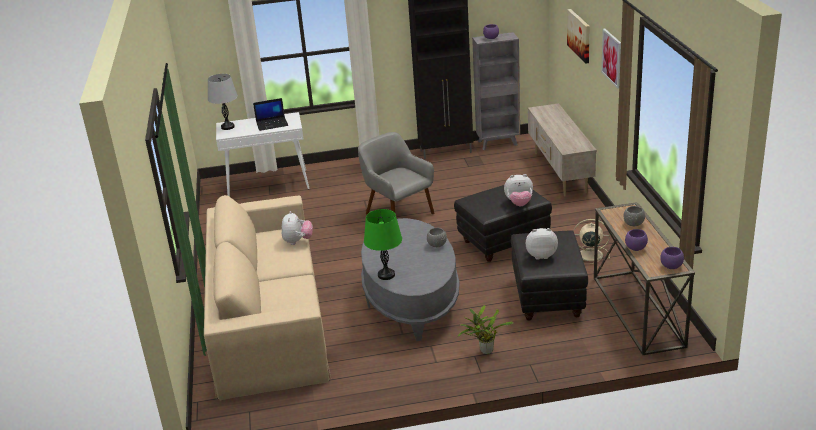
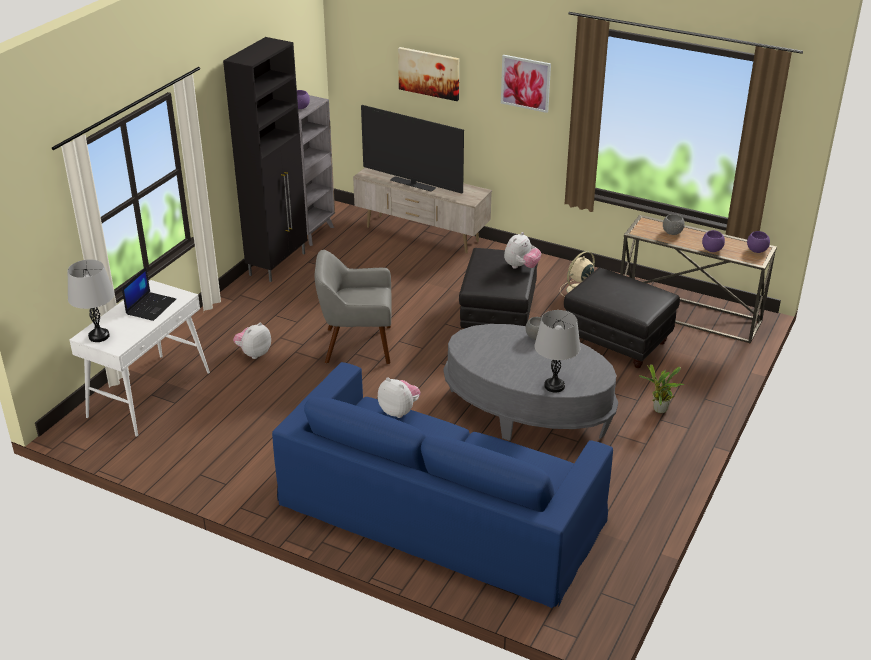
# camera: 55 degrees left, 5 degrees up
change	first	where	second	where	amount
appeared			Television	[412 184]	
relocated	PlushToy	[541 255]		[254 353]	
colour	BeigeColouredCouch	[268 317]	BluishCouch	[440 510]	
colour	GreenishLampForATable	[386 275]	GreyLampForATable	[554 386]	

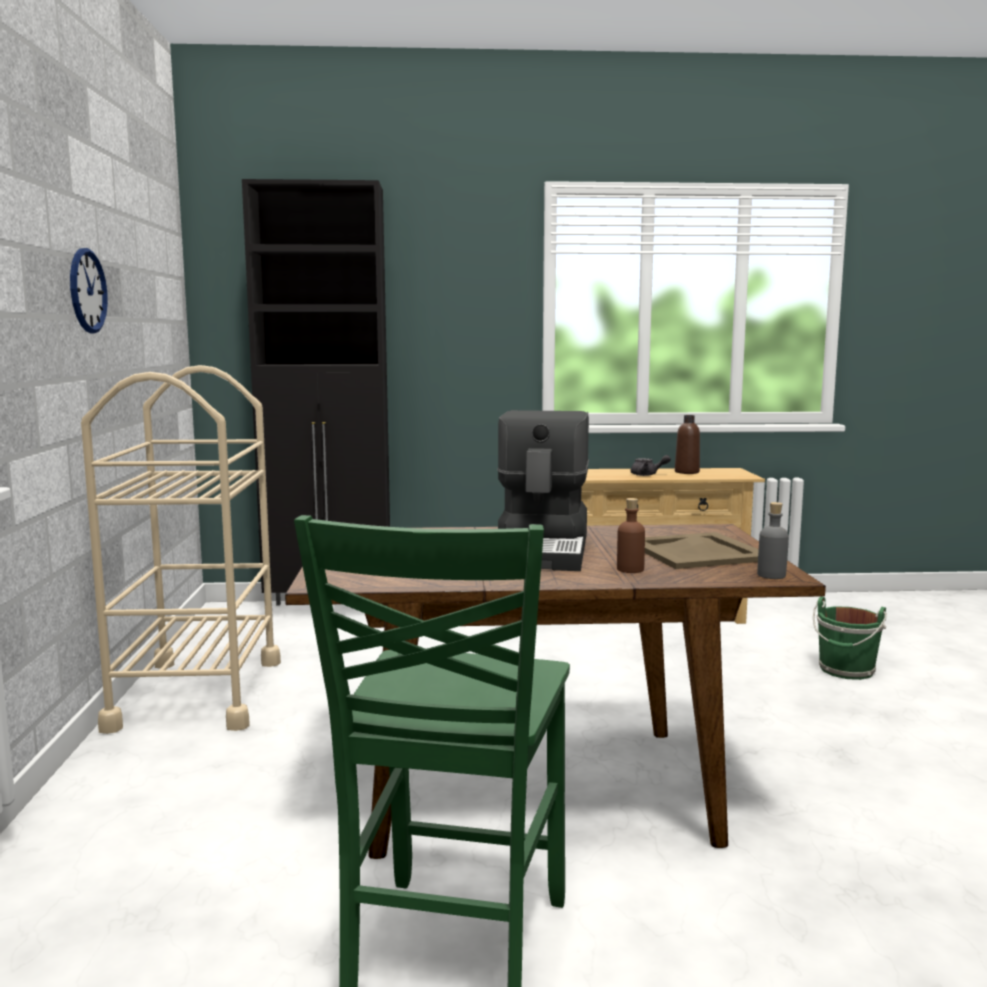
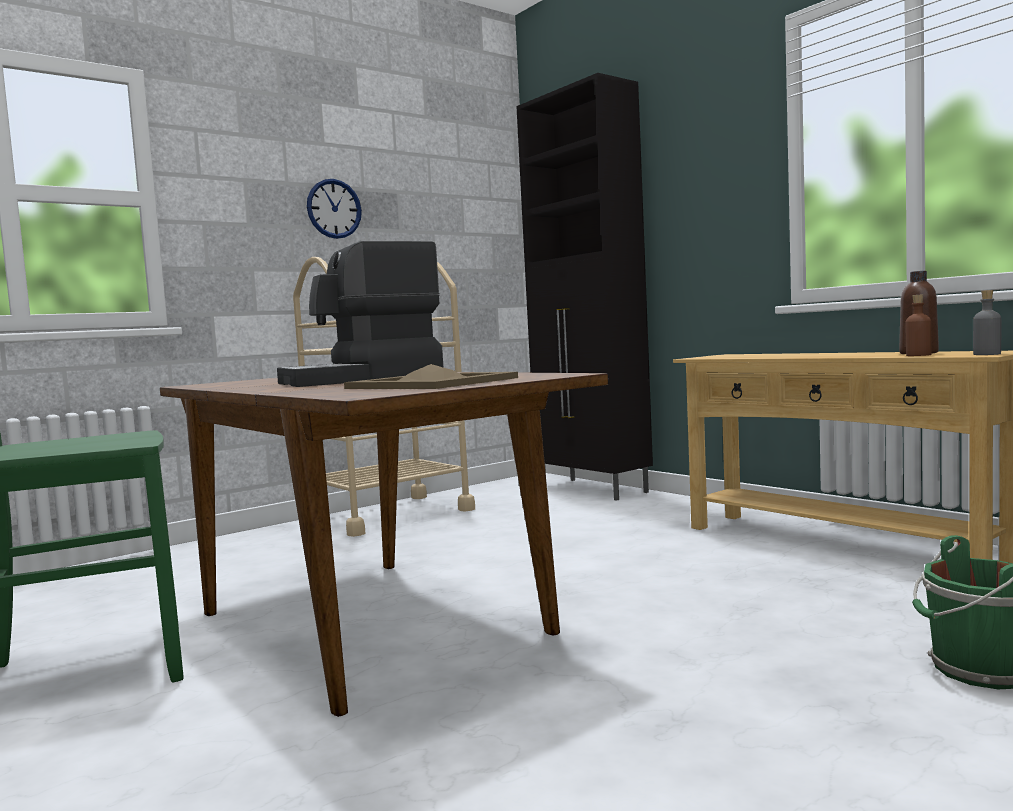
# camera: 55 degrees right, 5 degrees down
change	first	where	second	where	amount
missing	GreyTeapot	[647 475]			
relocated	BrownBeverageBottle	[630 569]		[918 355]	
relocated	GreyBeverageBottle	[771 575]		[987 354]	

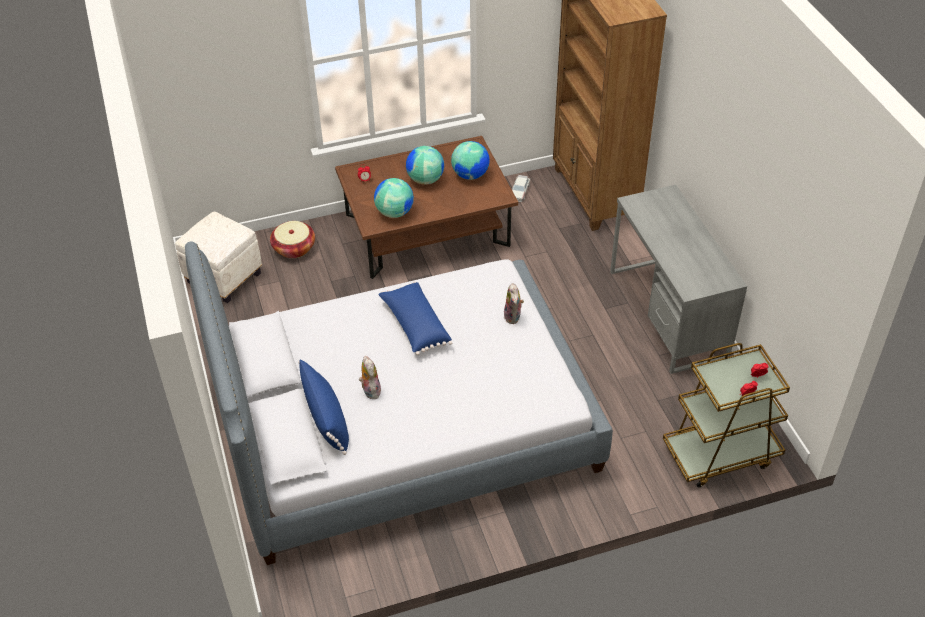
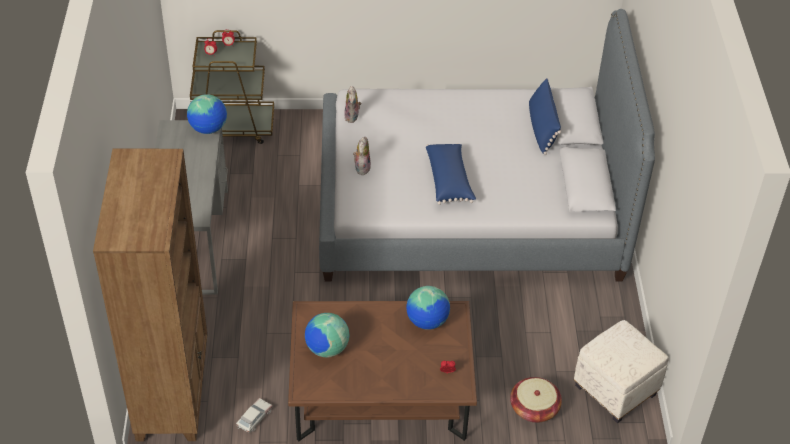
# camera: 165 degrees left, 0 degrees up
change	first	where	second	where	amount
relocated	PlushToy	[370 390]		[352 117]	
relocated	WorldGlobe	[425 180]		[208 129]	

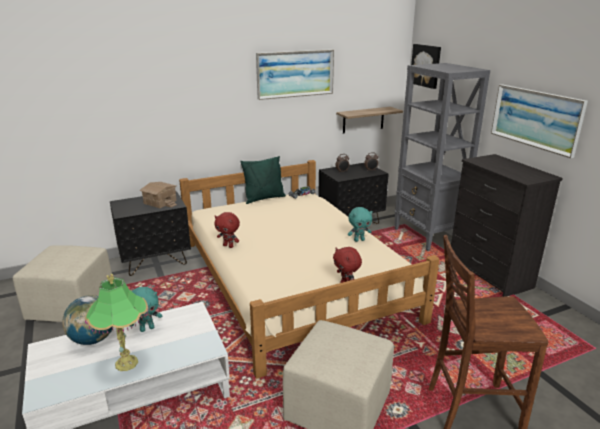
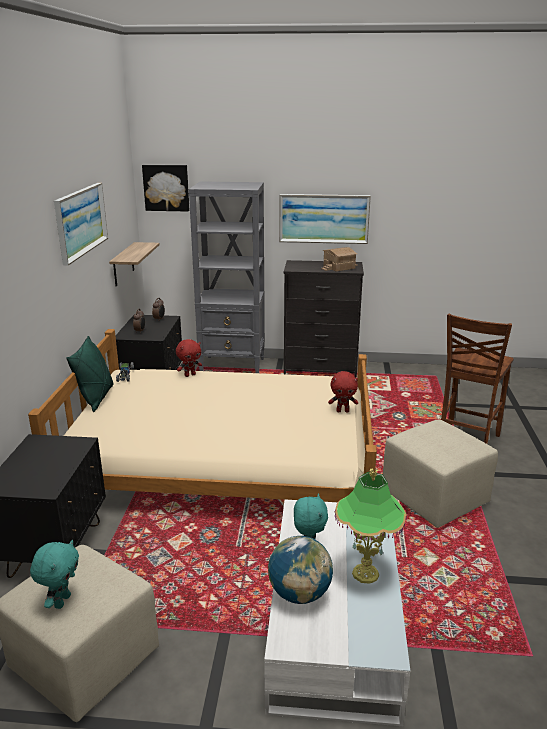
# camera: 60 degrees left, 0 degrees up
change	first	where	second	where	amount
relocated	ModelHouse	[159 202]		[339 267]	
relocated	RedPlushToy	[228 246]		[190 375]	
relocated	BlueGreenPlushToy	[359 240]		[61 601]	

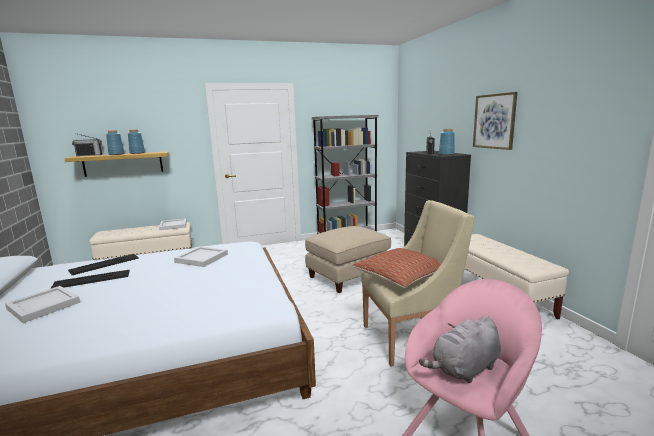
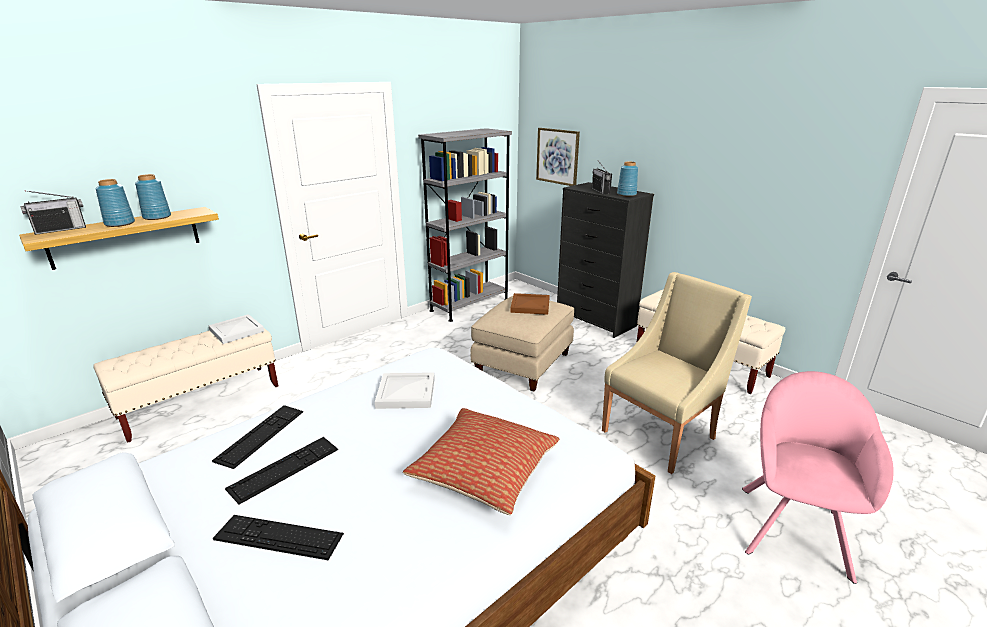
# camera: 25 degrees left, 10 degrees up
change	first	where	second	where	amount
missing	GreyPlushToy	[464 369]			
appeared			BrownServingTray	[531 305]	
relocated	ThrowPillow	[400 277]		[483 471]	
relocated	Picture	[494 121]		[557 156]	
exchanged	WhitishServingTray	[43 306]	ComputerKeyboard	[279 536]	

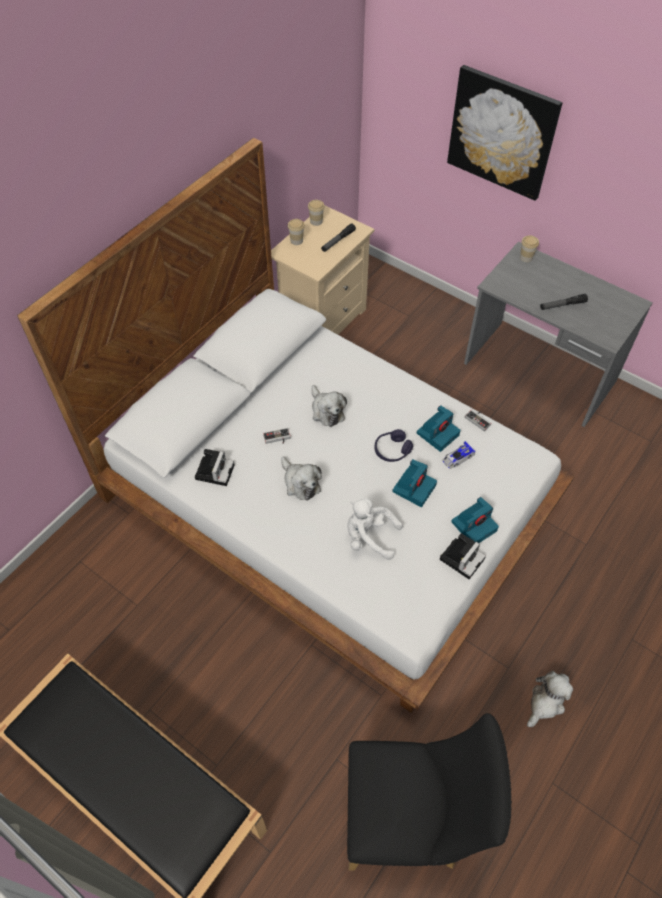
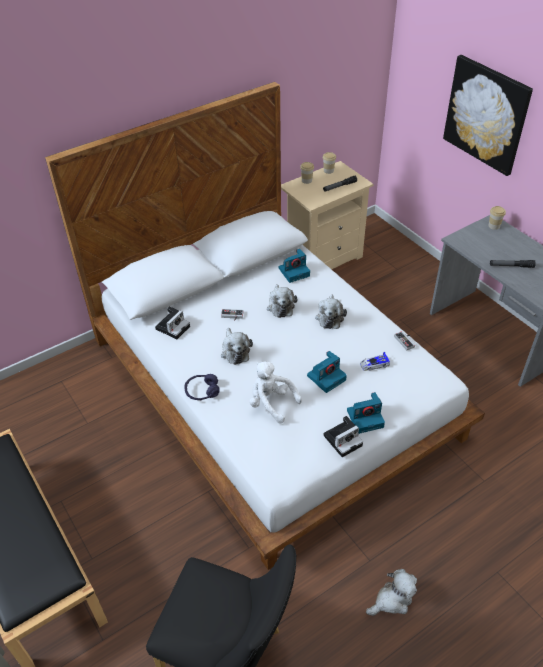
# camera: 20 degrees right, 10 degrees down
change	first	where	second	where	amount
appeared			PlushToy	[330 317]	
relocated	PurpleColouredHeadset	[392 450]		[202 391]	
relocated	PhotoCamera	[438 433]		[294 271]	

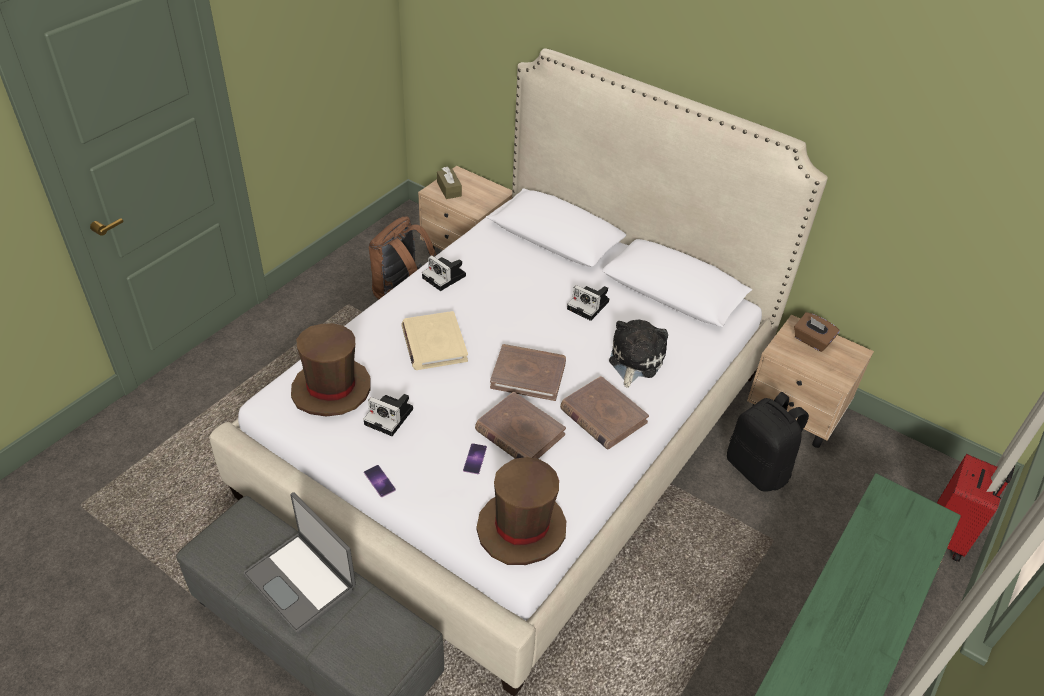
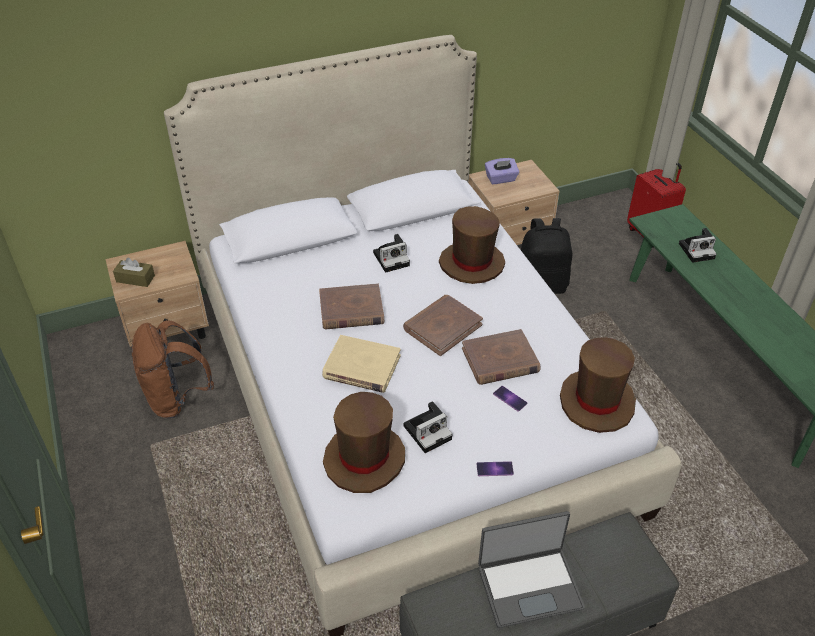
# camera: 55 degrees left, 0 degrees up
change	first	where	second	where	amount
relocated	PhotoCamera	[445 277]		[697 250]	
relocated	BrownVolume	[602 416]		[351 310]	
exchanged	PlushToy	[634 360]	BrownWearableHat	[471 264]	
colour	BrownTissueBox	[812 341]	PurpleColouredTissueBox	[501 179]	

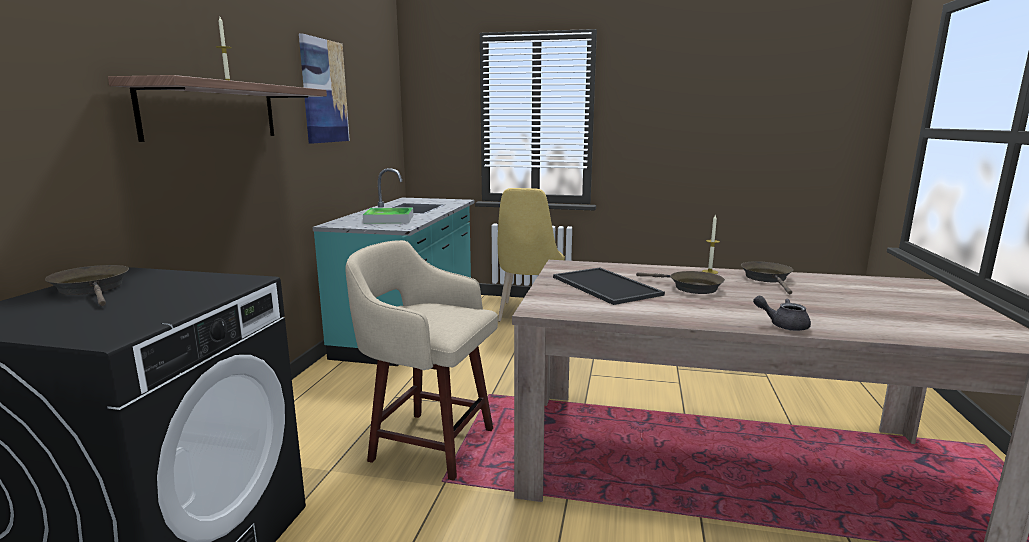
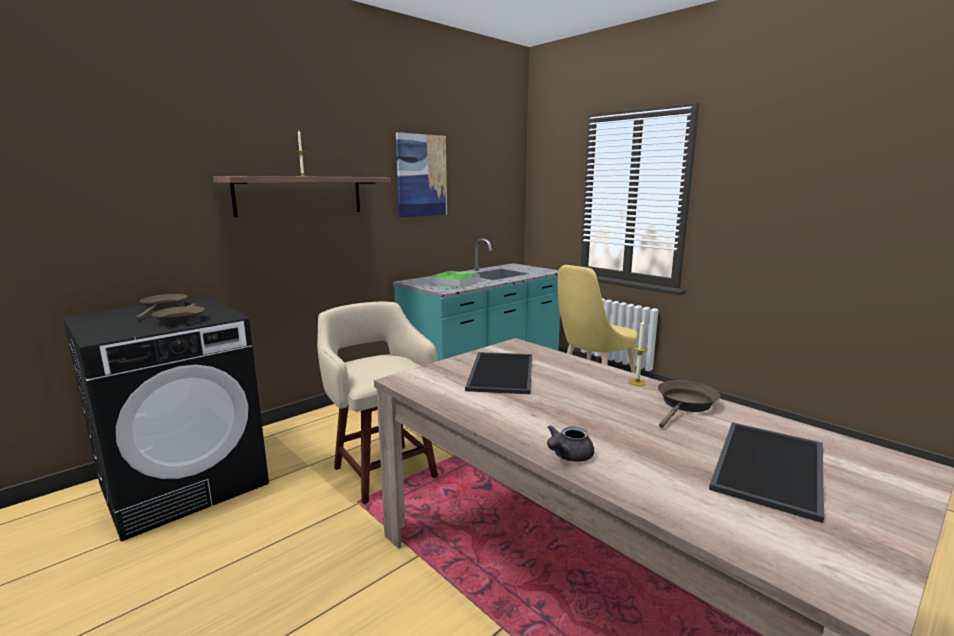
# camera: 35 degrees right, 0 degrees up
change	first	where	second	where	amount
appeared			ServingTray	[772 468]	
relocated	BrownFryingPan	[690 287]		[181 319]	
spun	GreyTeapot	[783 325]		[568 456]	105 degrees counterclockwise

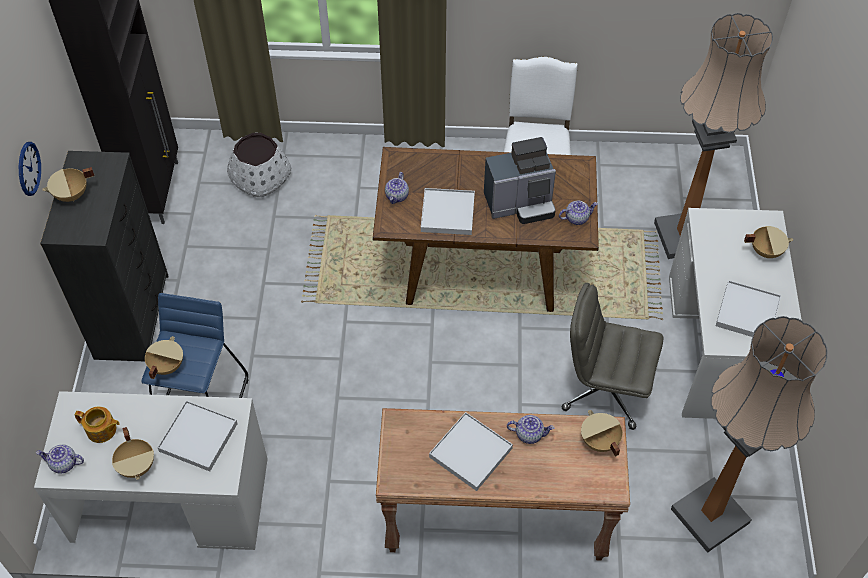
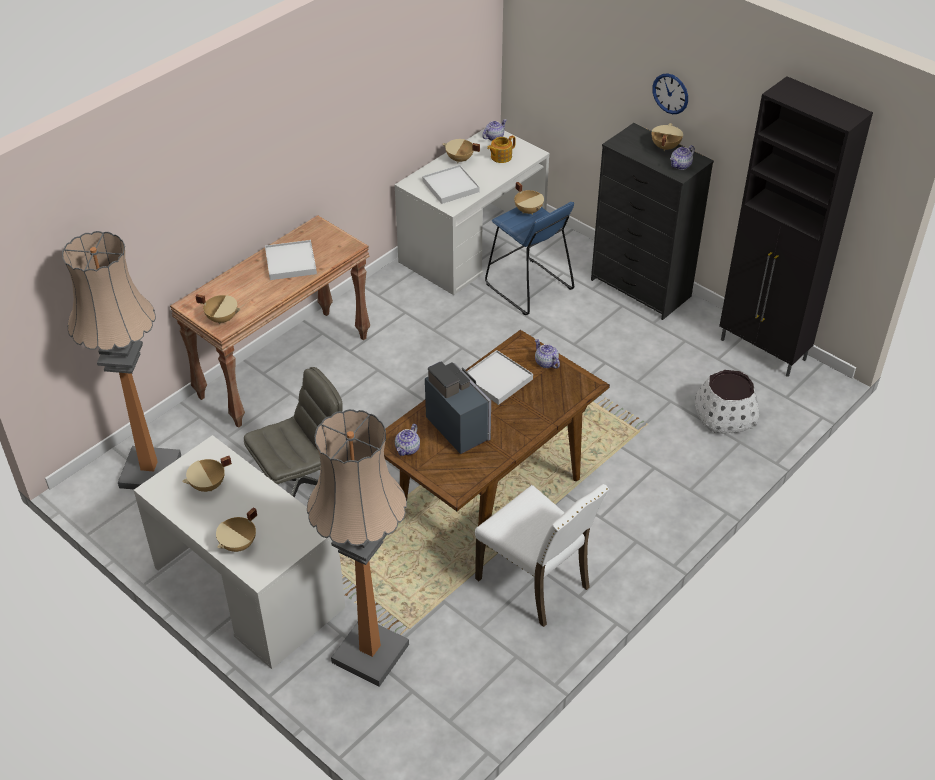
# camera: 130 degrees right, 10 degrees down
change	first	where	second	where	amount
relocated	Teapot	[529 434]		[680 165]	
exchanged	WhitishServingTray	[747 312]	BeigeColouredStockpot	[208 486]	
spun	CoffeeBrewer	[520 204]		[459 426]	120 degrees clockwise

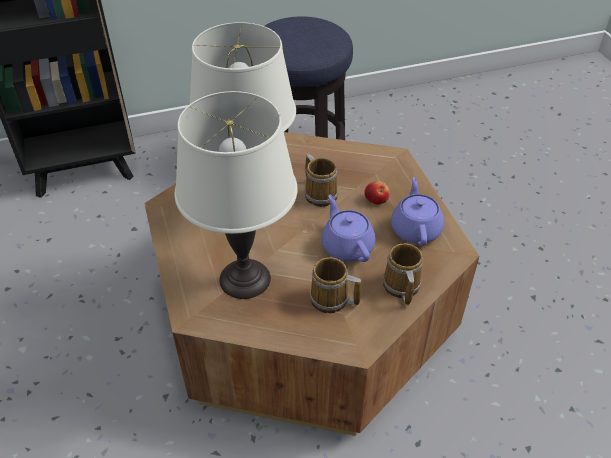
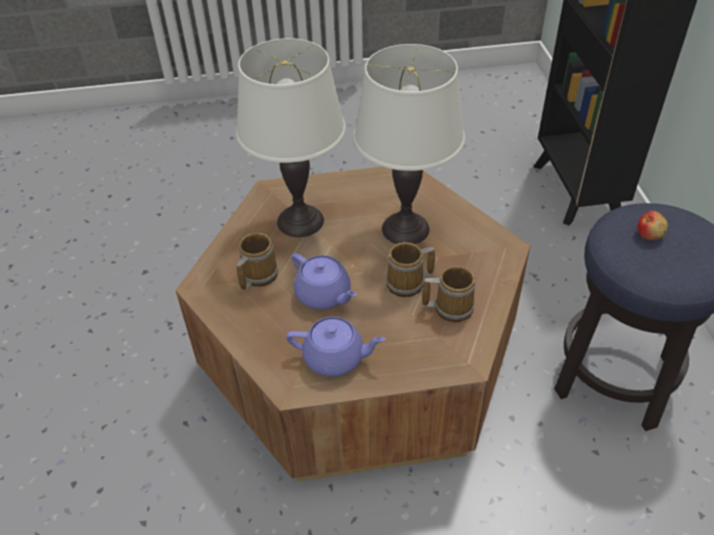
# camera: 100 degrees right, 0 degrees up
change	first	where	second	where	amount
relocated	AppleFruit	[376 199]		[649 234]	
relocated	TeaMug	[400 286]		[450 307]	
spun	PurpleColouredTeapot	[347 245]		[324 295]	60 degrees clockwise

